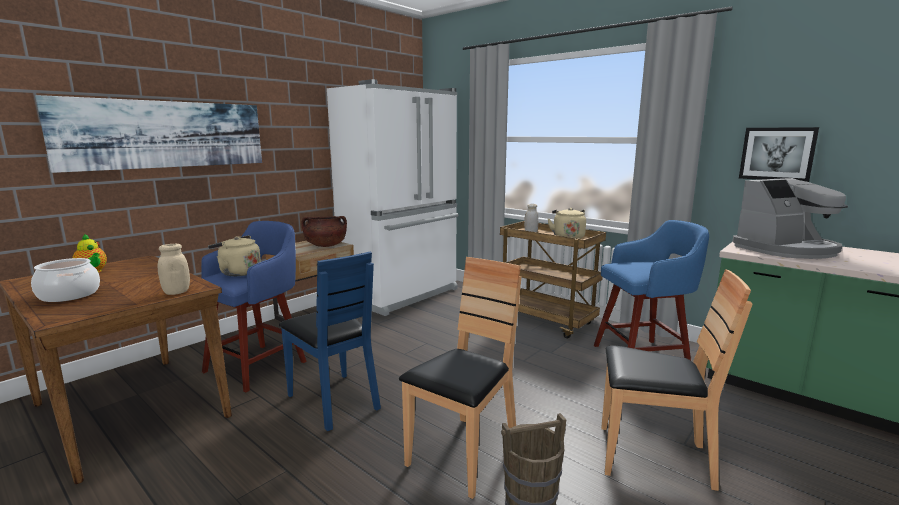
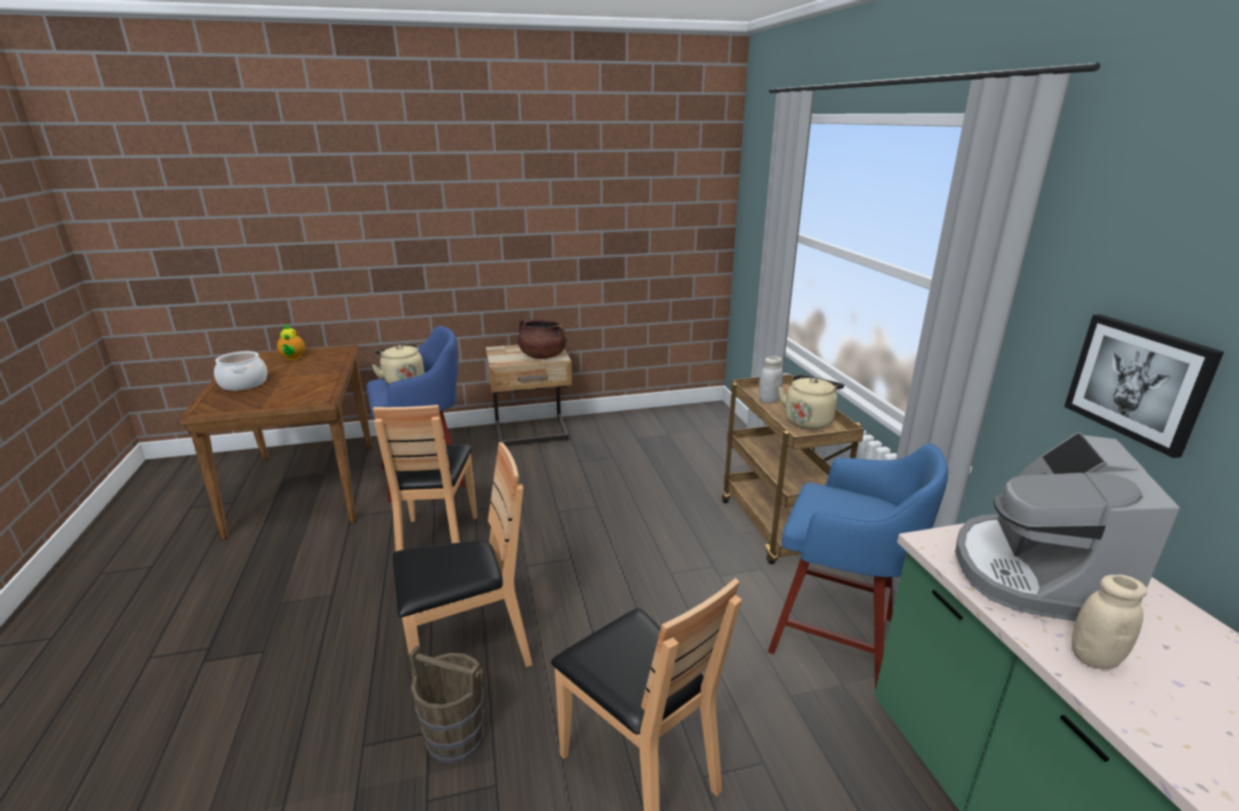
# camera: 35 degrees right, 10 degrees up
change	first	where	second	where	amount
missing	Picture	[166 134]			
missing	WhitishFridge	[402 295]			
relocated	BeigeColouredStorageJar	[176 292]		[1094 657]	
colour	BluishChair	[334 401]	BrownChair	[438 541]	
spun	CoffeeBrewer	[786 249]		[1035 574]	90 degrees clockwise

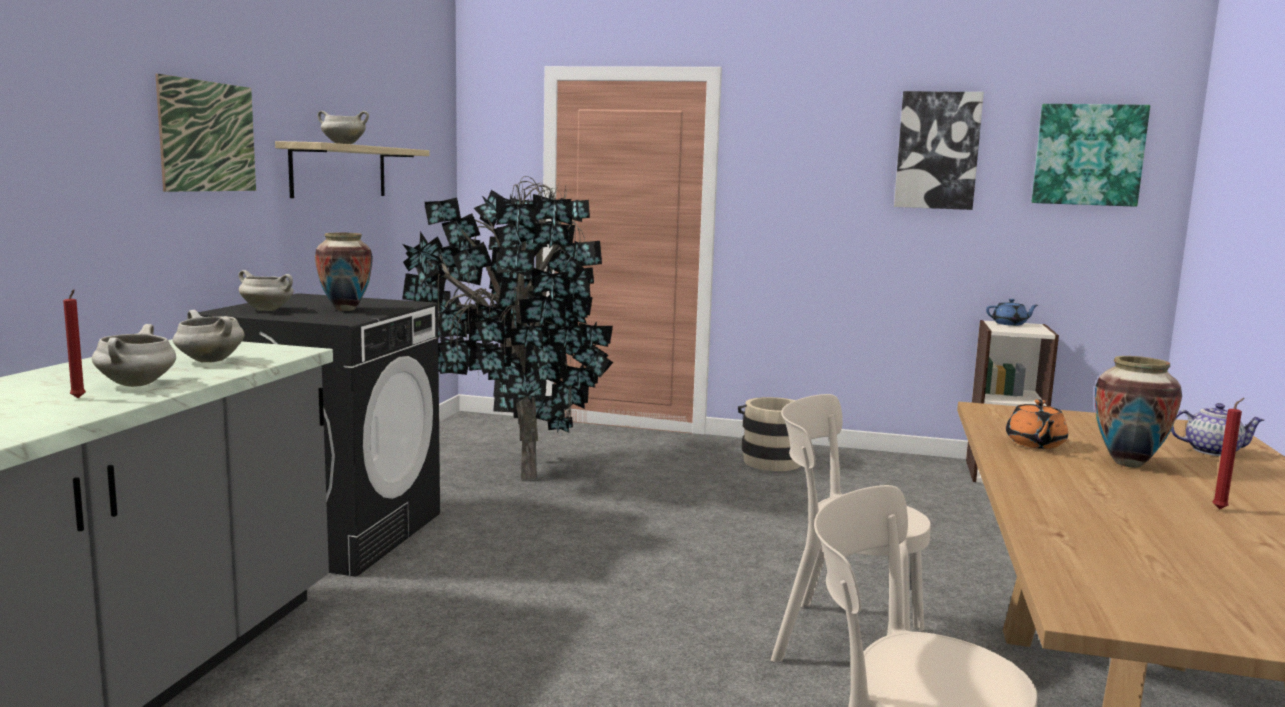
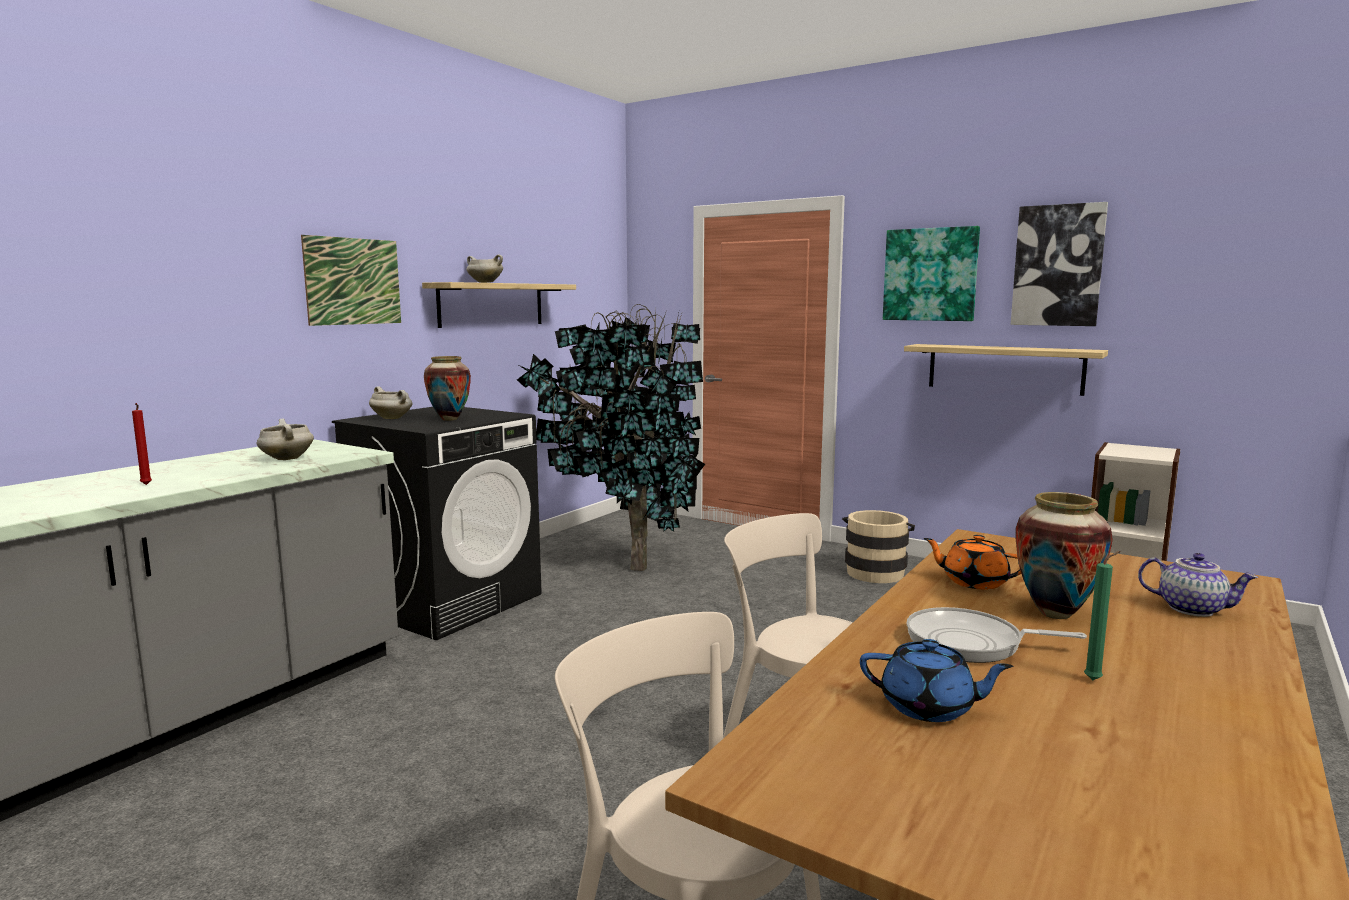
# camera: 20 degrees right, 0 degrees up
change	first	where	second	where	amount
missing	WhitishStockpot	[137 384]			
appeared			BracketShelf	[1004 368]	
appeared			FryingPan	[971 643]	
relocated	BluishTeapot	[1010 324]		[929 707]	
relocated	Picture	[1088 155]		[930 274]	
colour	RedWaxCandle	[1221 509]	GreenishWaxCandle	[1095 680]	
spun	OrangeColouredTeapot	[1035 444]		[973 582]	90 degrees clockwise

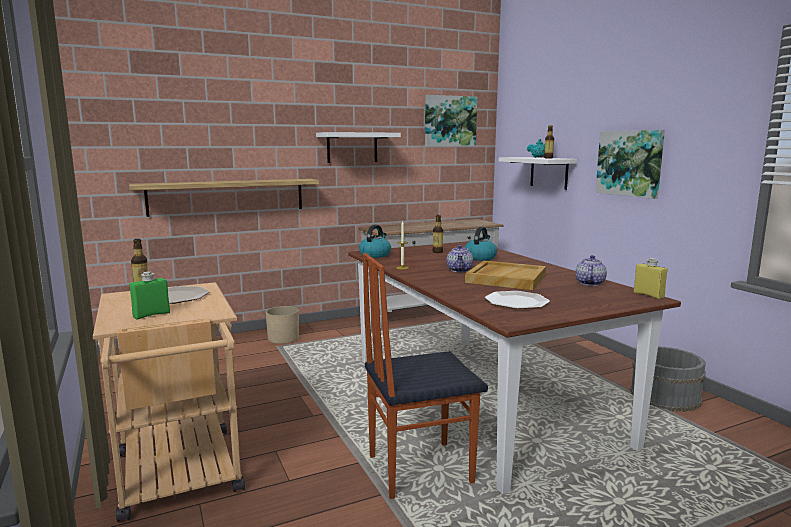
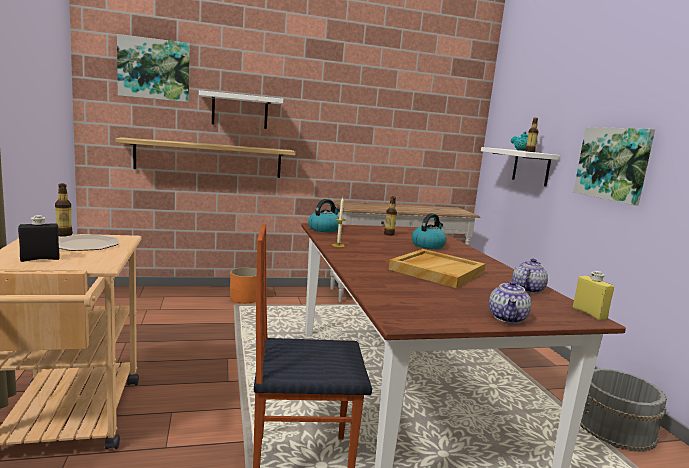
# camera: 10 degrees right, 0 degrees up
change	first	where	second	where	amount
missing	DinnerPlate	[517 301]			
relocated	WhitishBracketShelf	[352 147]		[240 111]	
relocated	Picture	[450 121]		[154 69]	
relocated	Teapot	[460 270]		[508 318]	
colour	GreenishBeverageBottle	[151 315]	BlackBeverageBottle	[40 259]	
colour	BeigeColouredFlowerPot	[283 338]	OrangeColouredFlowerPot	[245 298]	

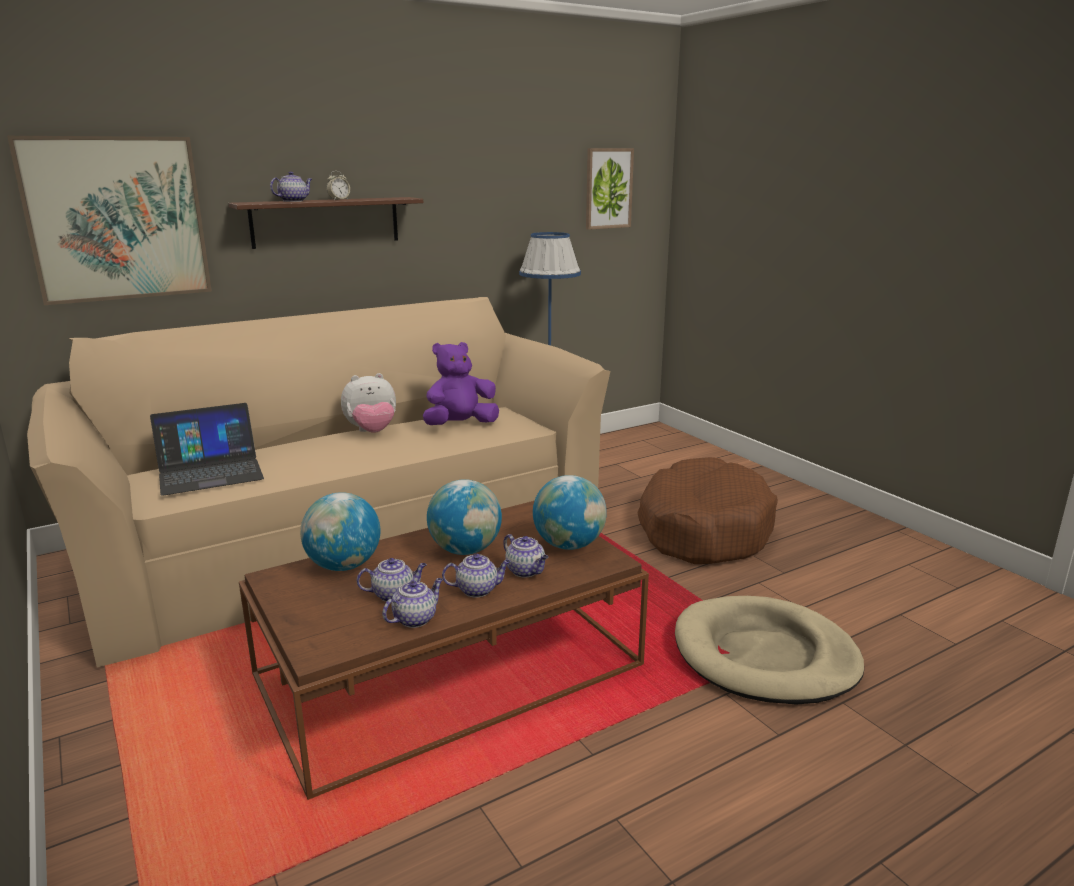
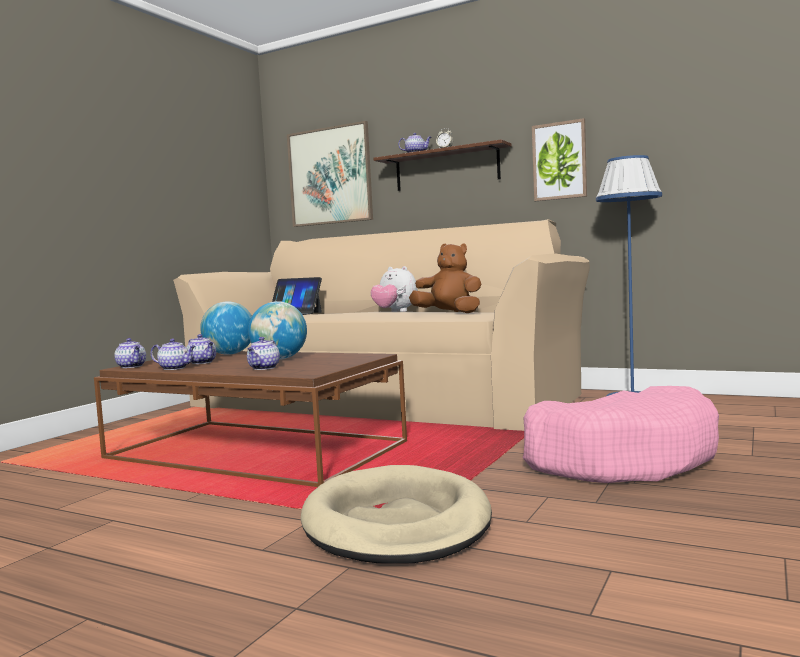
# camera: 60 degrees right, 15 degrees down
change	first	where	second	where	amount
missing	WorldGlobe	[569 545]			
relocated	Teapot	[478 590]		[132 366]	
relocated	Picture	[608 188]		[559 161]	
colour	PurpleColouredPlushToy	[460 425]	BrownPlushToy	[449 313]	
colour	BrownDogBed	[703 529]	PinkishDogBed	[620 459]	

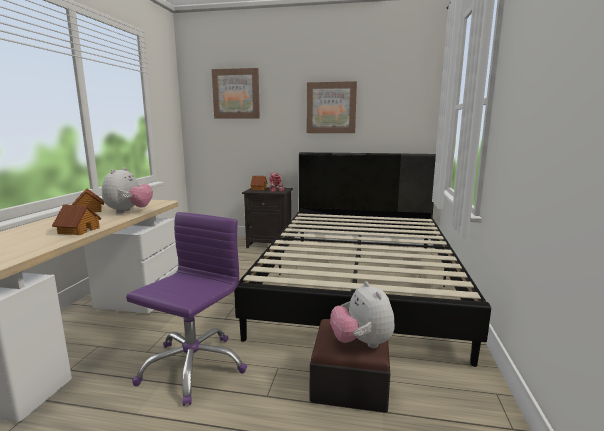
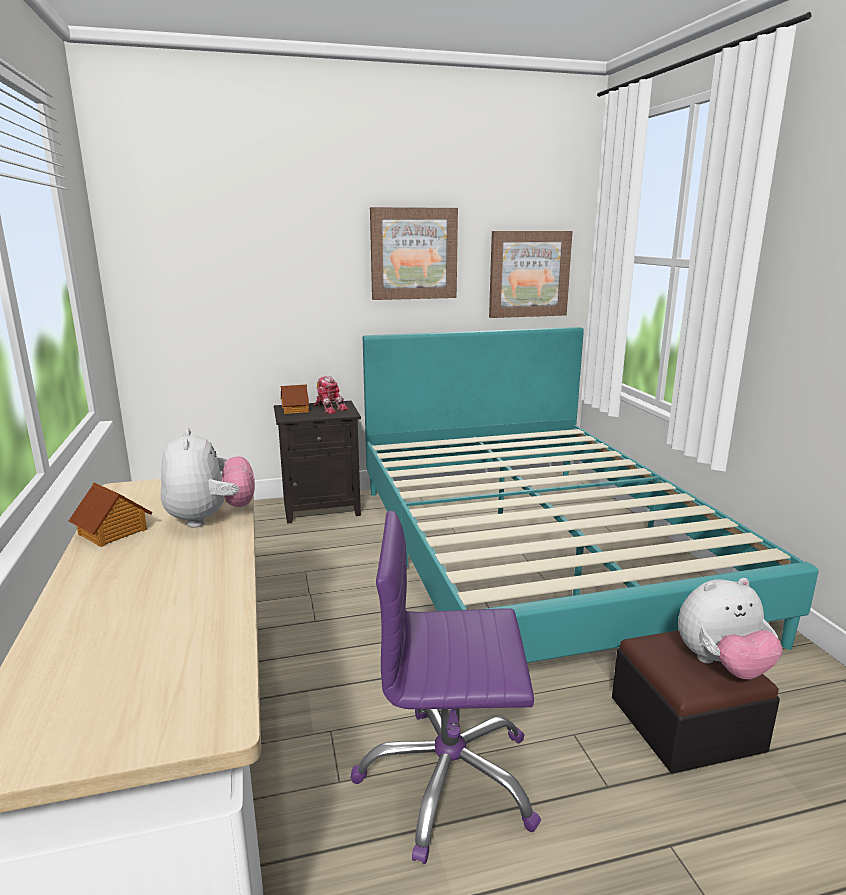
# camera: 25 degrees left, 5 degrees up
change	first	where	second	where	amount
missing	ModelHouse	[78 230]			
relocated	Picture	[236 94]		[529 274]	
colour	BlackBed	[359 282]	BlueGreenBed	[534 552]	
spun	PurpleColouredDeskChair	[192 366]		[448 780]	90 degrees counterclockwise
spun	PlushToy	[361 343]		[722 665]	60 degrees counterclockwise

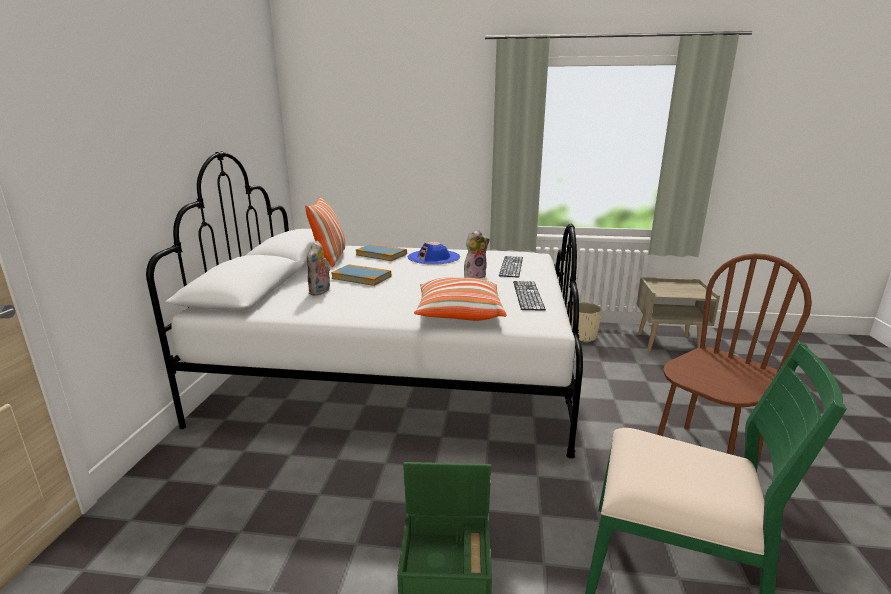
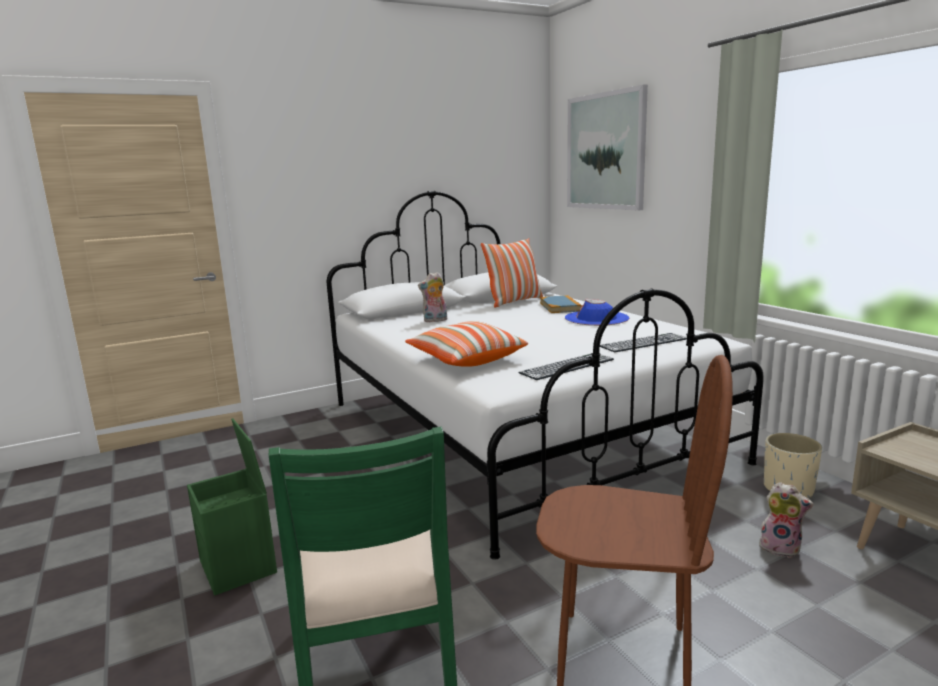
# camera: 55 degrees right, 5 degrees down
change	first	where	second	where	amount
missing	Volume	[361 277]			
appeared			Picture	[605 151]	
relocated	PlushToy	[475 275]		[780 547]	

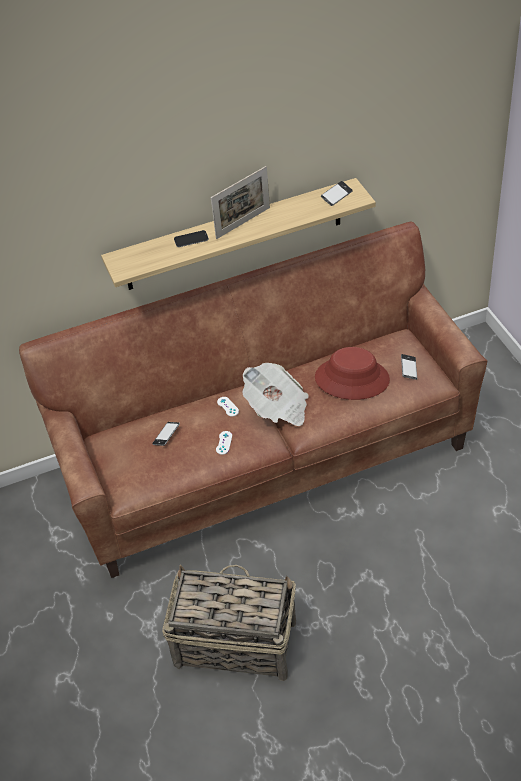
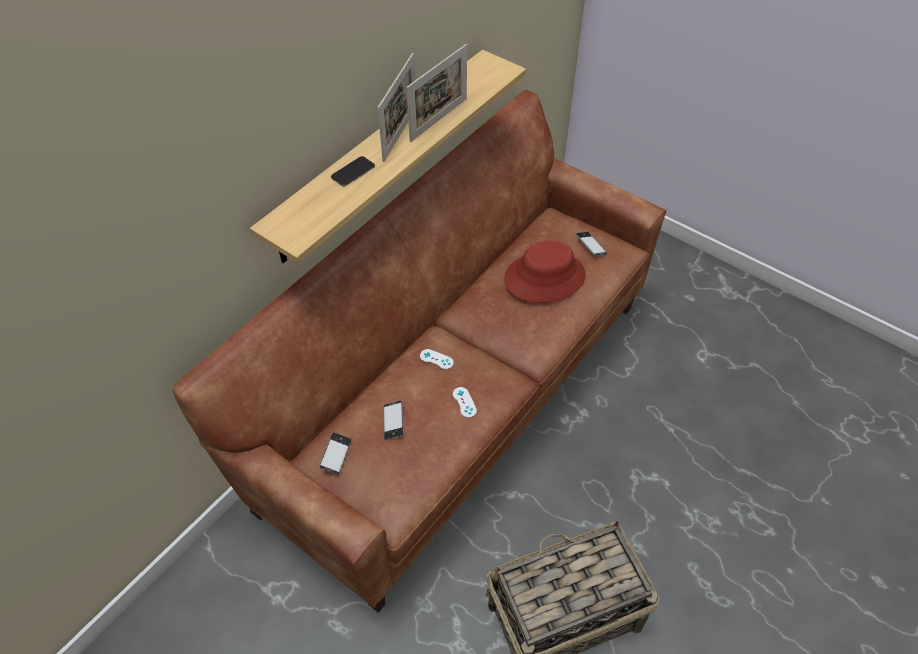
# camera: 35 degrees left, 5 degrees up
change	first	where	second	where	amount
missing	DailyPaper	[277 407]			
appeared			PhotoFrame	[438 120]	
relocated	Phone	[336 196]		[336 455]	

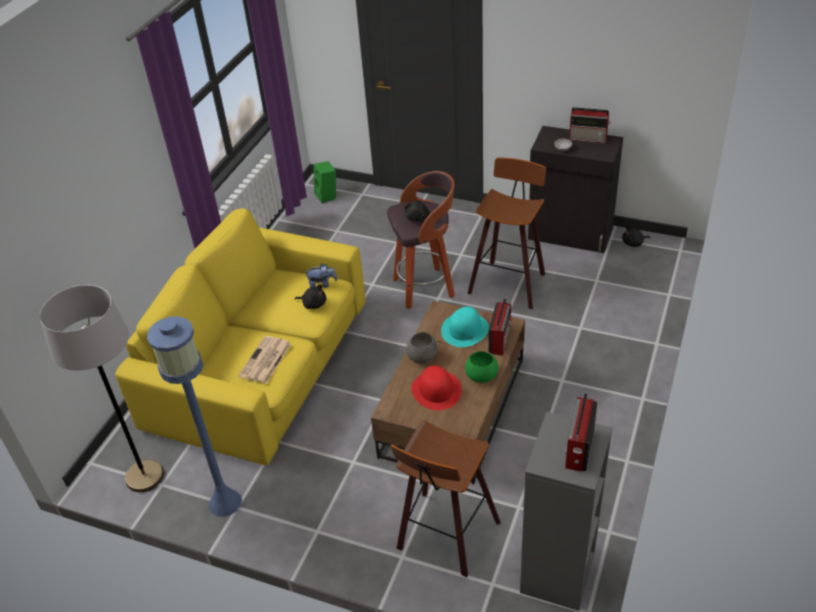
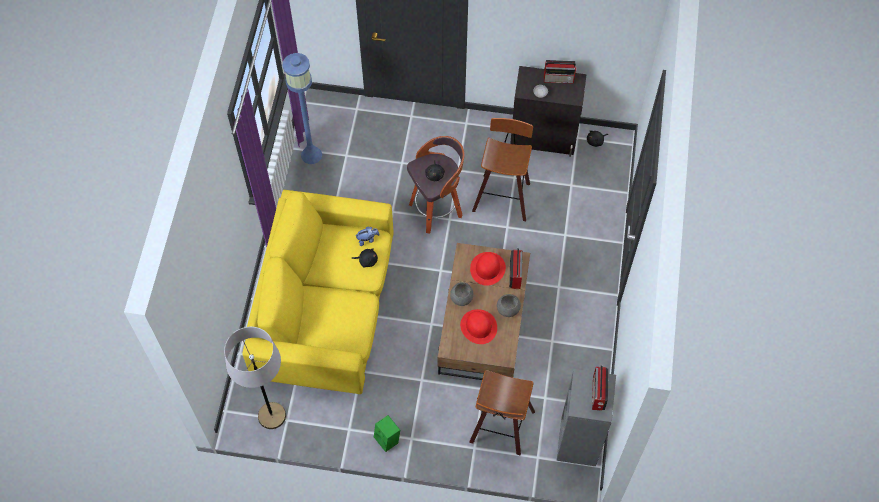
# camera: 15 degrees left, 20 degrees up
change	first	where	second	where	amount
missing	DailyPaper	[265 361]			
relocated	BluishStandardLamp	[225 502]		[311 154]	
relocated	GreenishSpeaker	[327 196]		[388 439]	
colour	BlueGreenWearableHat	[465 330]	RedWearableHat	[487 268]	
colour	GreenishServingBowl	[482 375]	GreyServingBowl	[508 309]	

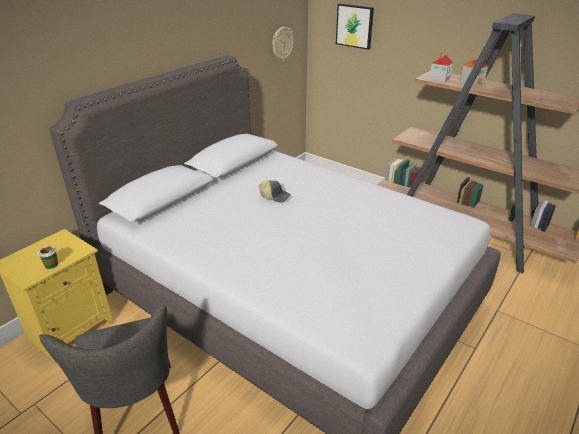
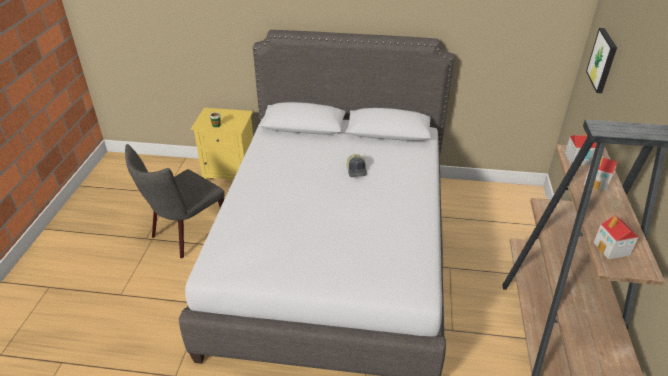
# camera: 60 degrees right, 5 degrees up
change	first	where	second	where	amount
missing	ClockOnTheWall	[282 43]			
appeared			ModelHouse	[612 249]	

